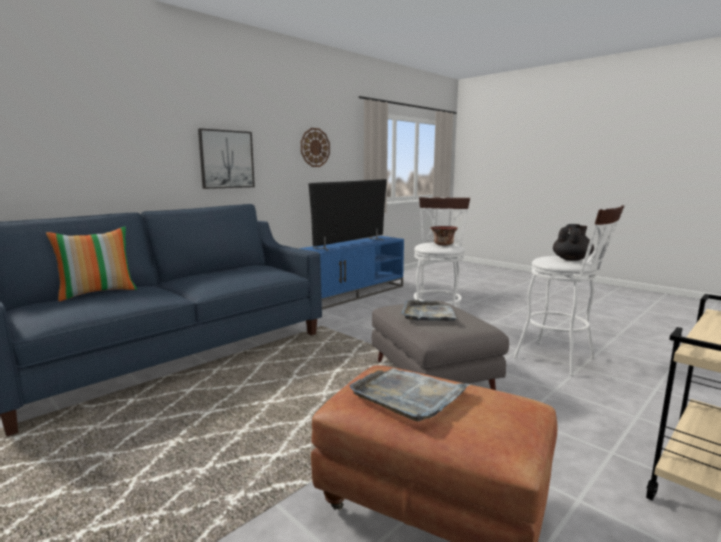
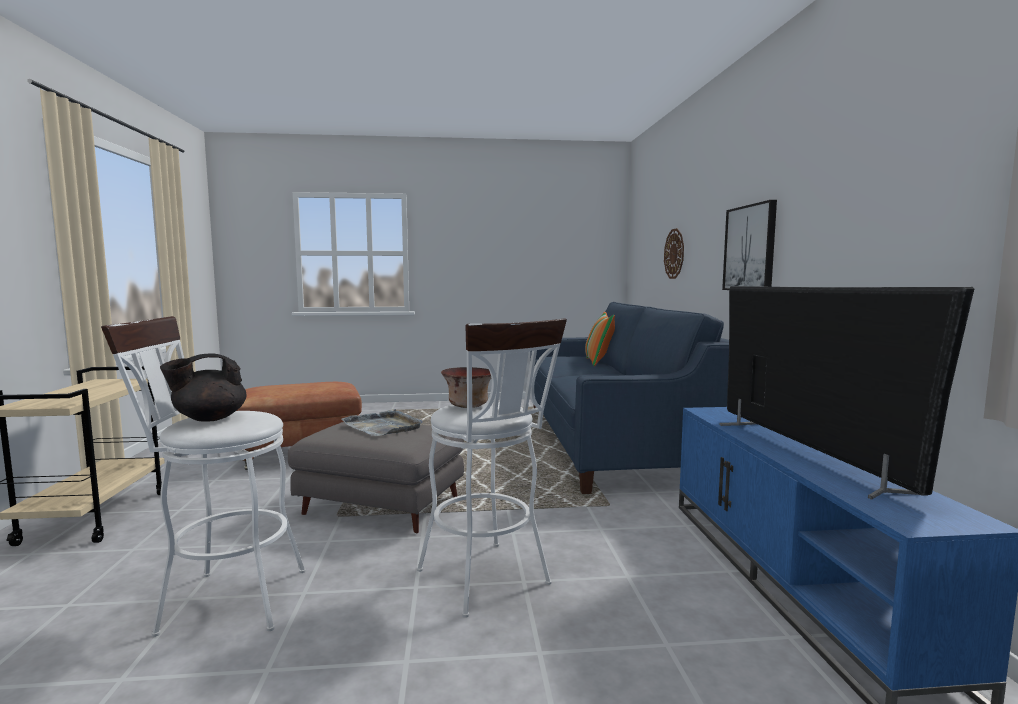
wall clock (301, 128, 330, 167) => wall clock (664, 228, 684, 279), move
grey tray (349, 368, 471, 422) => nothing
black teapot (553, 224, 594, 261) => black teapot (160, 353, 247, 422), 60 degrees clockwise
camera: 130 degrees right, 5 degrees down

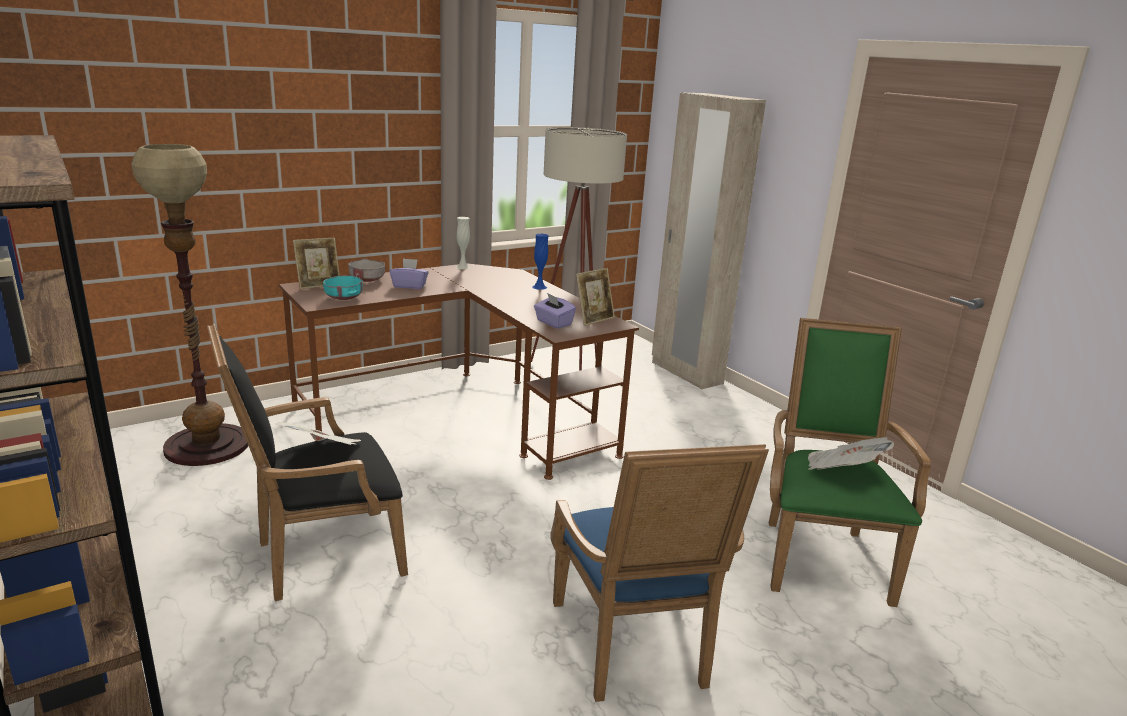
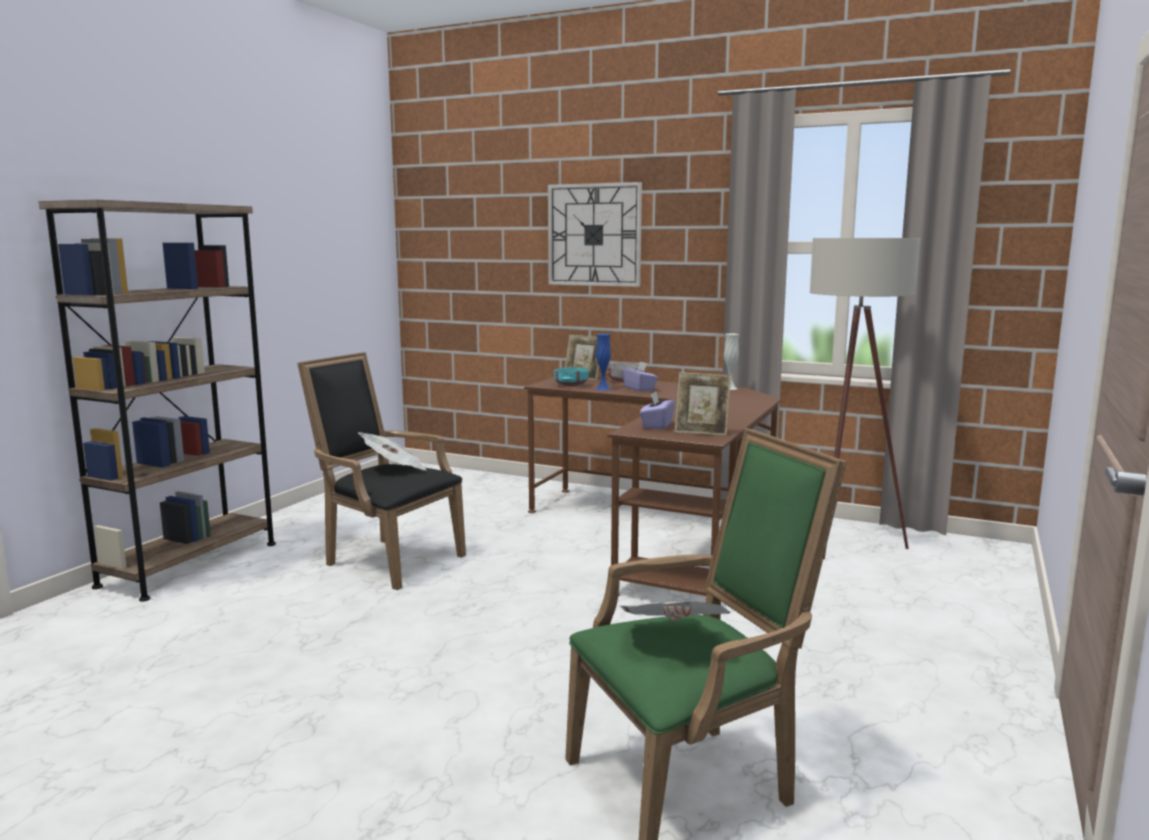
floor lamp (131, 144, 248, 466) => nothing
blue vase (532, 234, 549, 290) => blue vase (596, 334, 611, 390), move
blue armchair (550, 444, 769, 702) => nothing
beige wardrobe (652, 93, 766, 390) => nothing
nothing => wall clock (548, 182, 642, 287)
camera: 60 degrees right, 10 degrees down

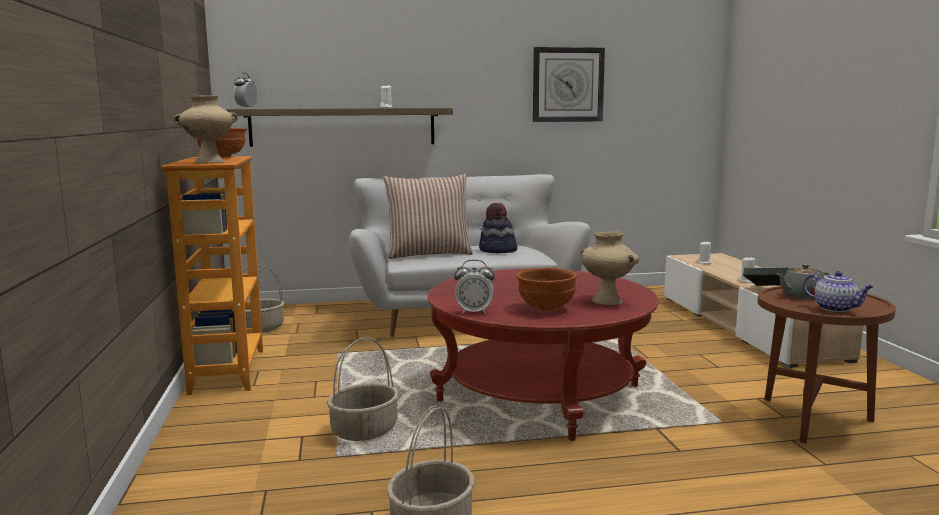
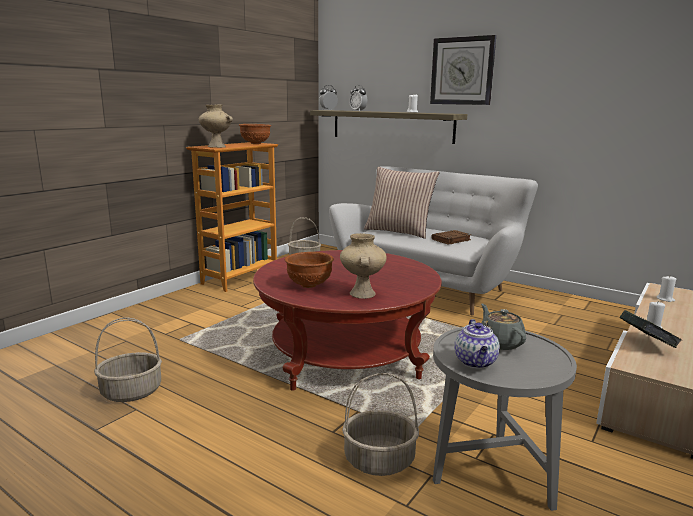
basket (327, 337, 399, 441) => basket (342, 373, 419, 476), move
alarm clock (454, 260, 495, 314) => alarm clock (349, 85, 367, 111), move
hat (479, 203, 518, 253) => brown book (431, 230, 471, 245)
wall clock (533, 47, 605, 122) => wall clock (430, 35, 496, 105), move
brown side table (757, 286, 896, 444) => grey side table (433, 327, 577, 511)
grey teapot (776, 264, 830, 299) => grey teapot (481, 304, 526, 350), 45 degrees clockwise
camera: 45 degrees right, 5 degrees up

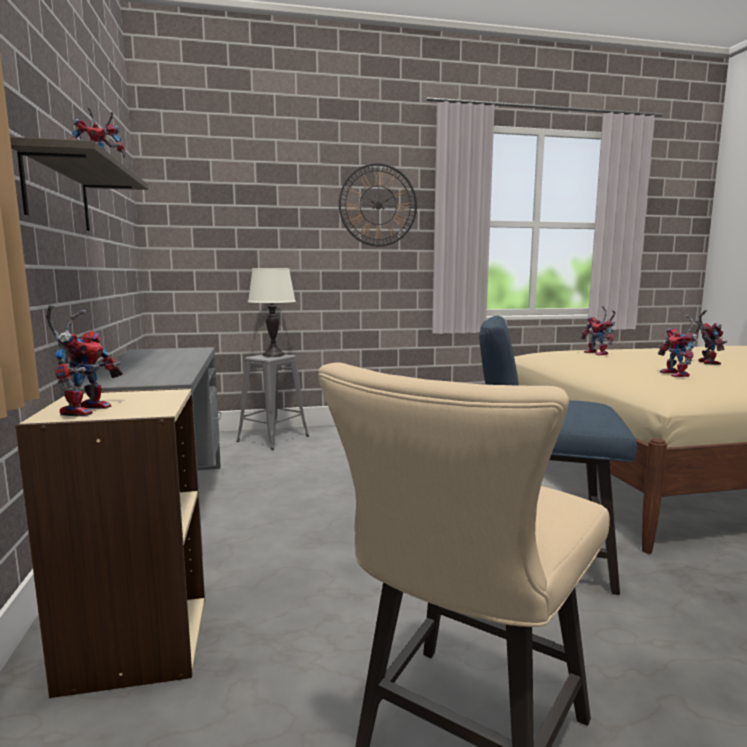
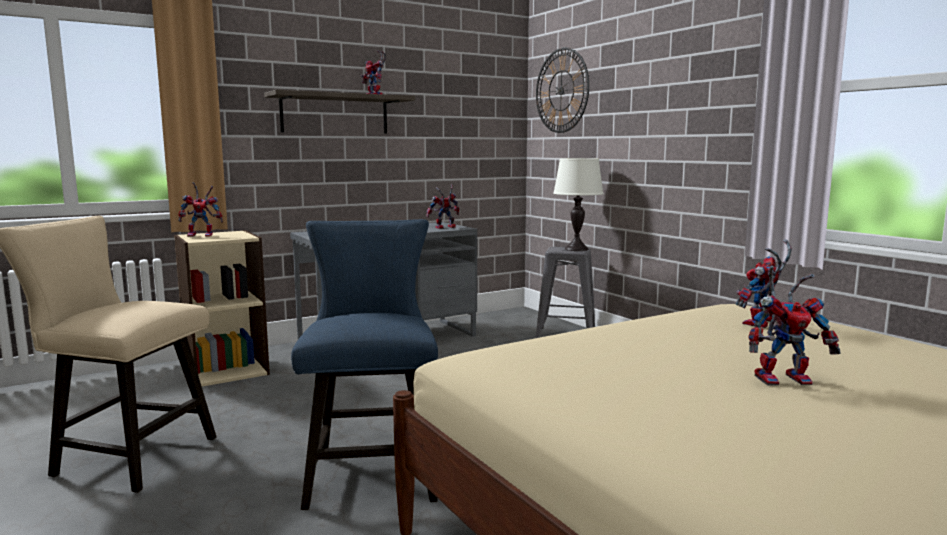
wall clock (339, 163, 417, 247) => wall clock (536, 47, 589, 133), move
toy robot (658, 315, 701, 377) => toy robot (426, 184, 459, 229), move
camera: 70 degrees right, 0 degrees up

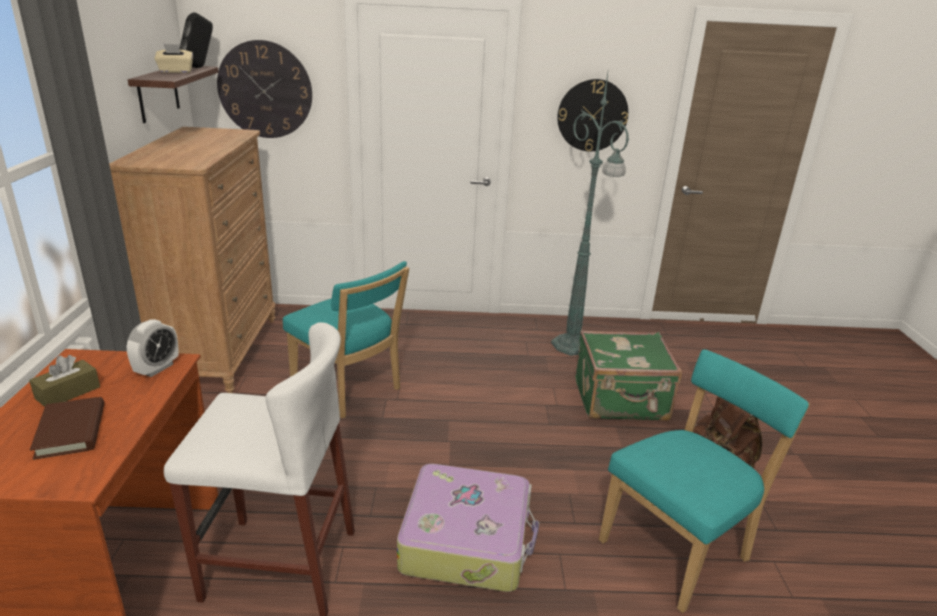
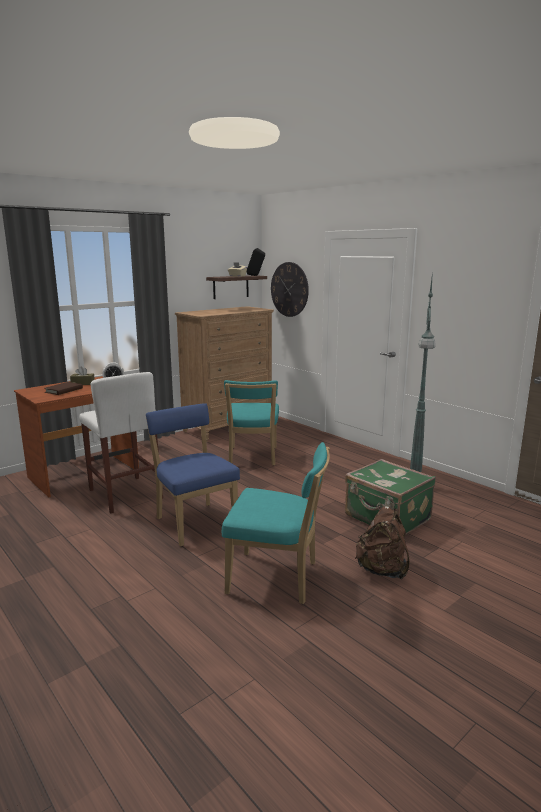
suitcase (397, 464, 539, 592) => blue chair (146, 403, 240, 546)
wall clock (557, 79, 628, 151) => nothing
camera: 50 degrees right, 10 degrees down

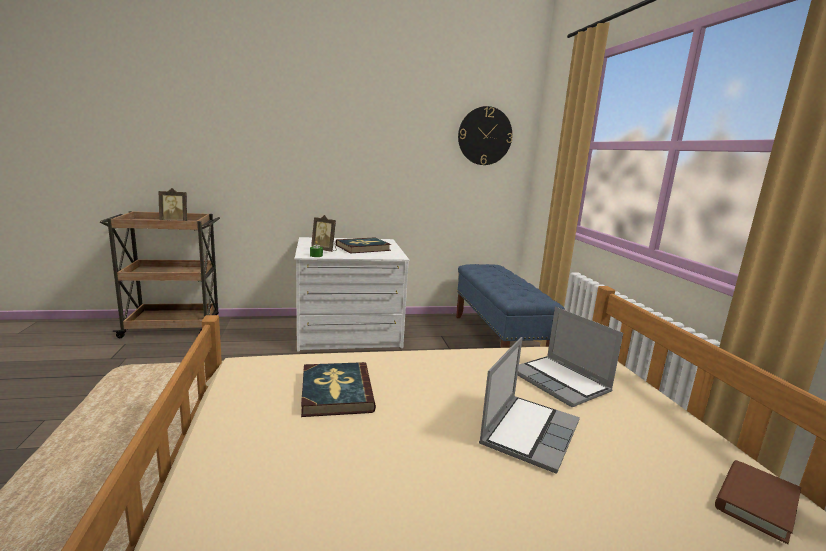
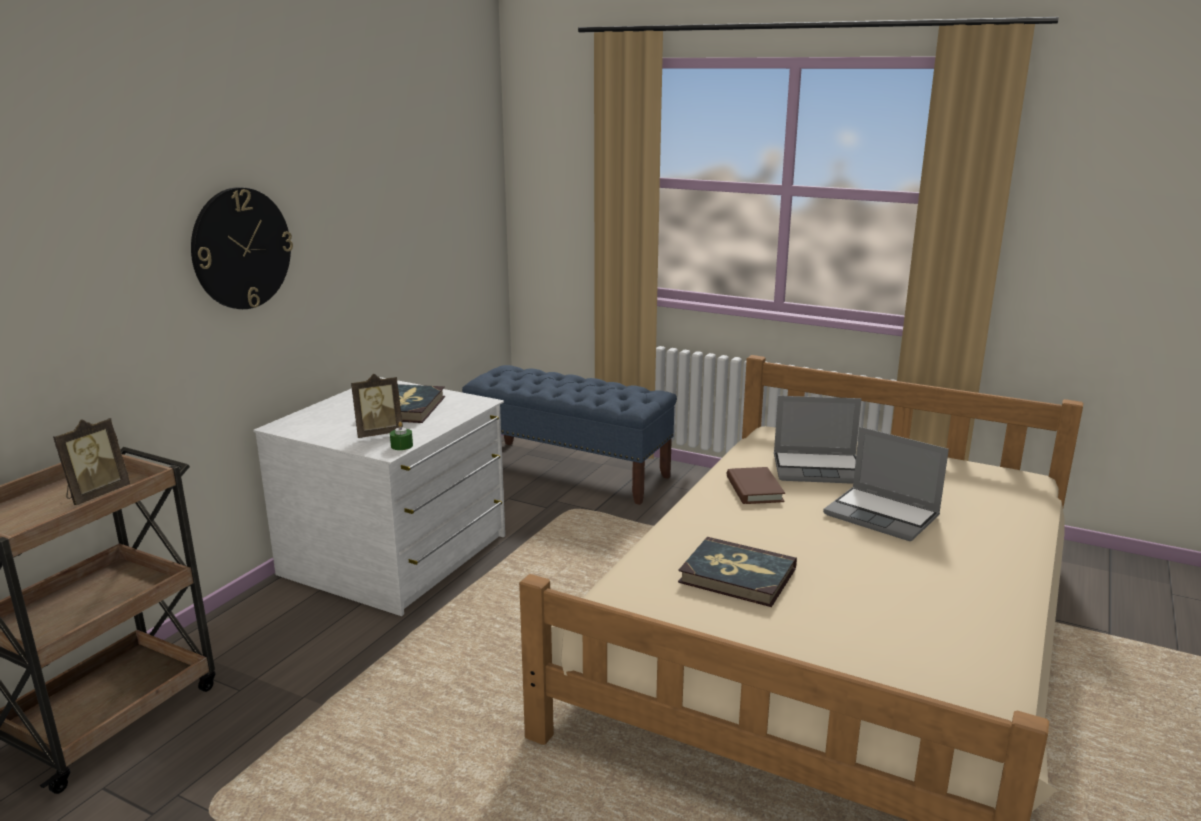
wall clock (458, 106, 513, 165) => wall clock (191, 187, 293, 309), move
laptop (479, 337, 580, 474) => laptop (823, 427, 949, 541), 150 degrees clockwise
brown book (715, 460, 801, 544) => brown book (727, 467, 785, 504), move
camera: 50 degrees left, 5 degrees up

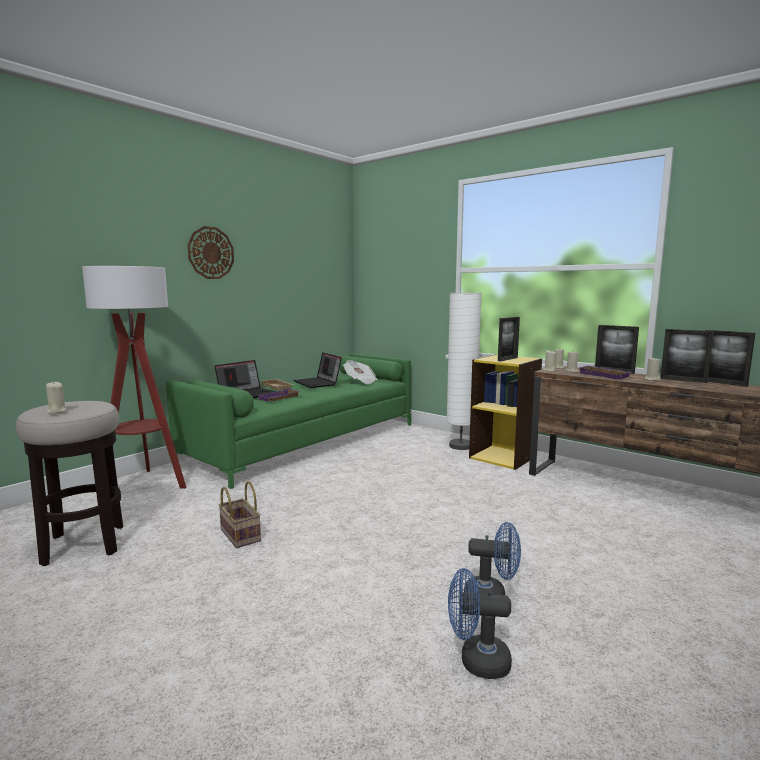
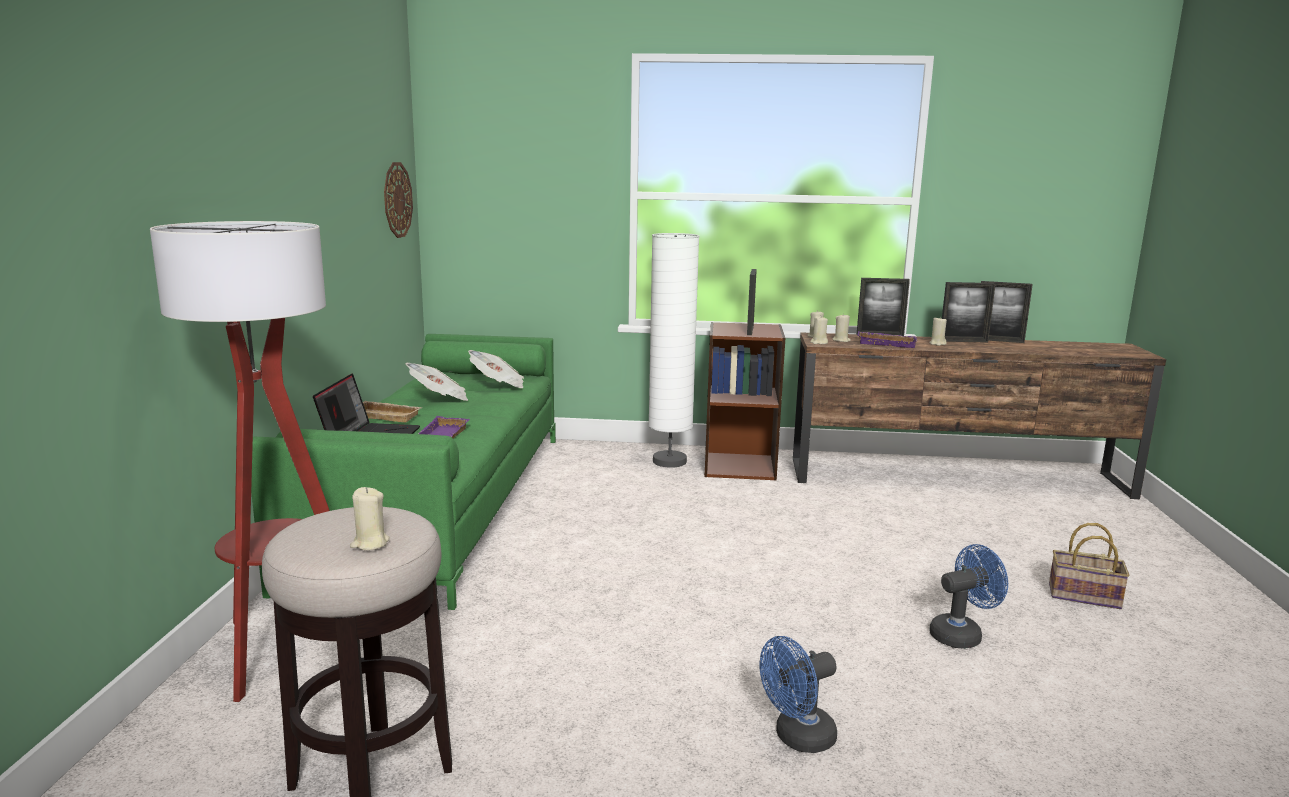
wall clock (187, 226, 234, 279) => wall clock (384, 162, 413, 238), move
basket (218, 481, 261, 548) => basket (1049, 523, 1130, 609), move
laptop (293, 352, 342, 388) => newspaper (405, 363, 468, 401)
blue fan (448, 568, 512, 679) => blue fan (760, 636, 837, 753), move
yellow bookcase (469, 354, 542, 470) => brown bookcase (704, 322, 785, 481)
camera: 35 degrees left, 5 degrees up

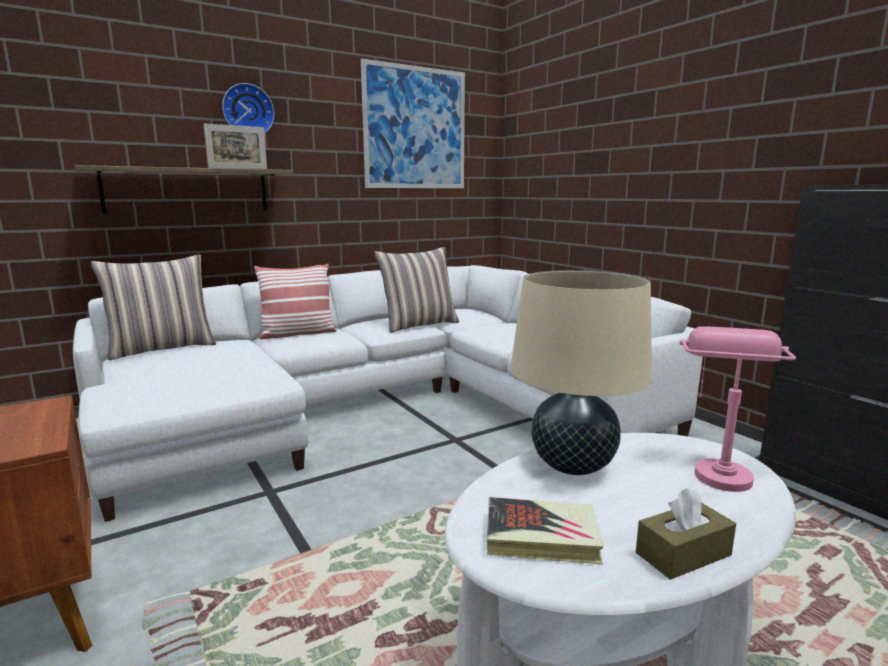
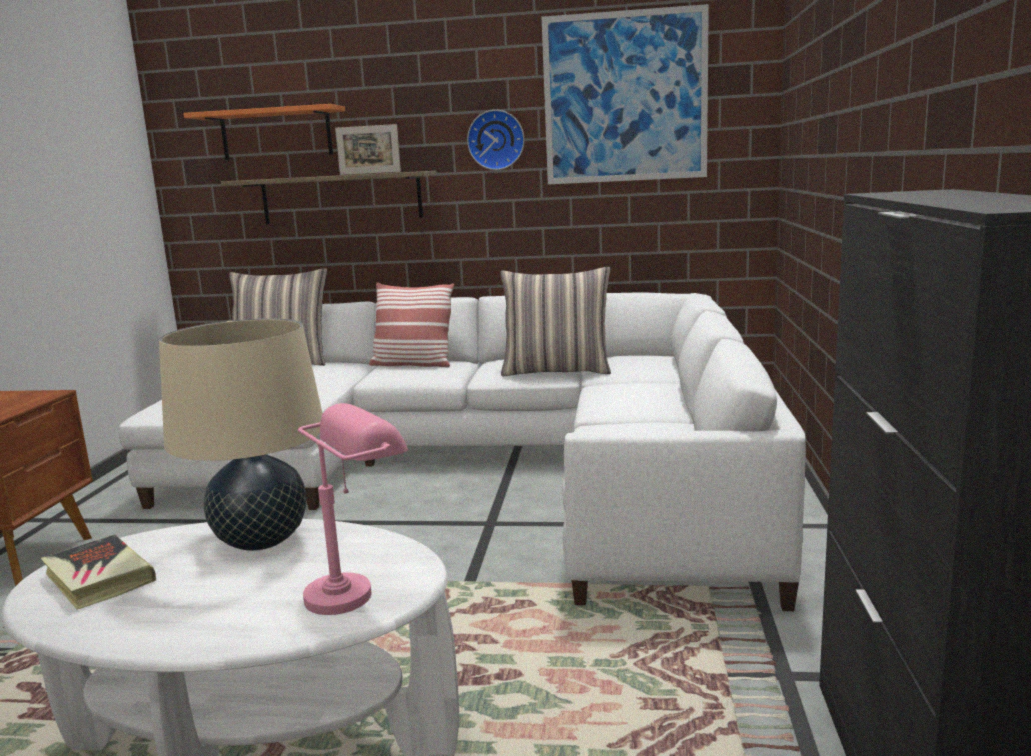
wall clock (222, 83, 274, 133) => wall clock (467, 110, 525, 170), move
brown tissue box (636, 487, 736, 580) => nothing
nothing => orange shelf (183, 104, 345, 160)
camera: 40 degrees right, 0 degrees up

